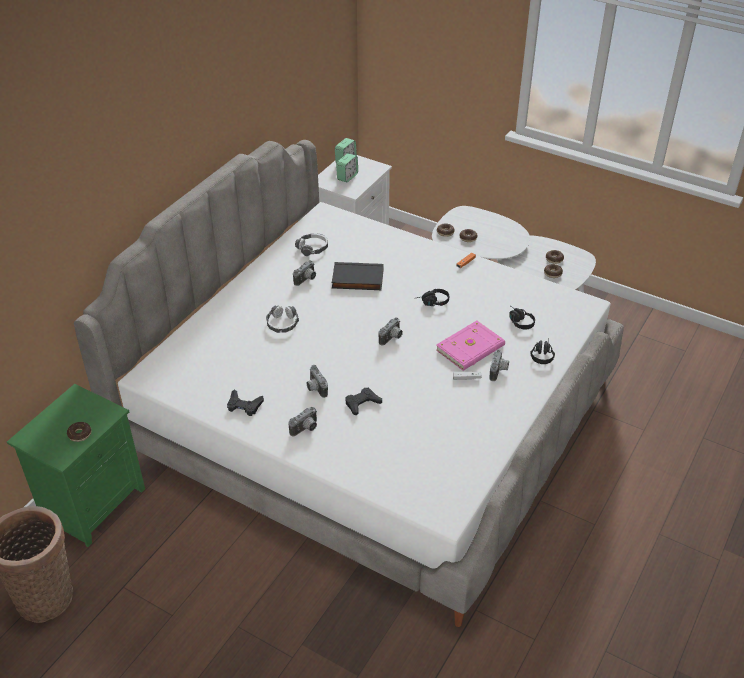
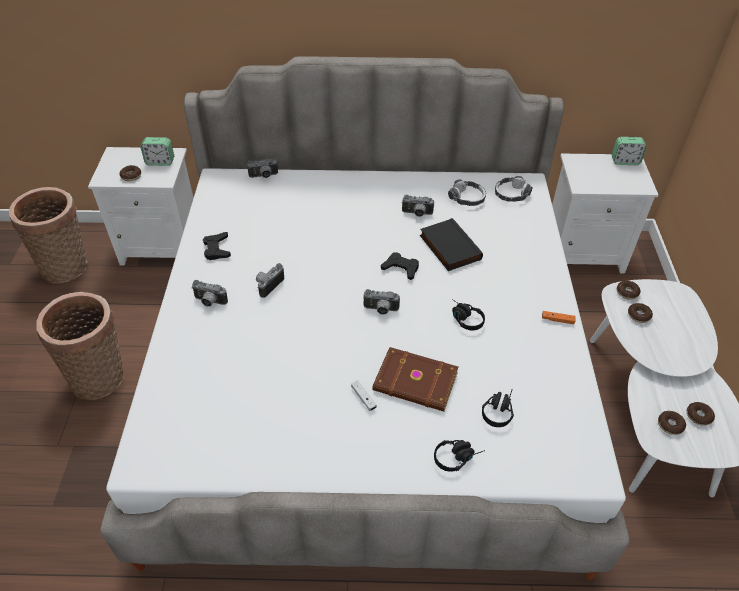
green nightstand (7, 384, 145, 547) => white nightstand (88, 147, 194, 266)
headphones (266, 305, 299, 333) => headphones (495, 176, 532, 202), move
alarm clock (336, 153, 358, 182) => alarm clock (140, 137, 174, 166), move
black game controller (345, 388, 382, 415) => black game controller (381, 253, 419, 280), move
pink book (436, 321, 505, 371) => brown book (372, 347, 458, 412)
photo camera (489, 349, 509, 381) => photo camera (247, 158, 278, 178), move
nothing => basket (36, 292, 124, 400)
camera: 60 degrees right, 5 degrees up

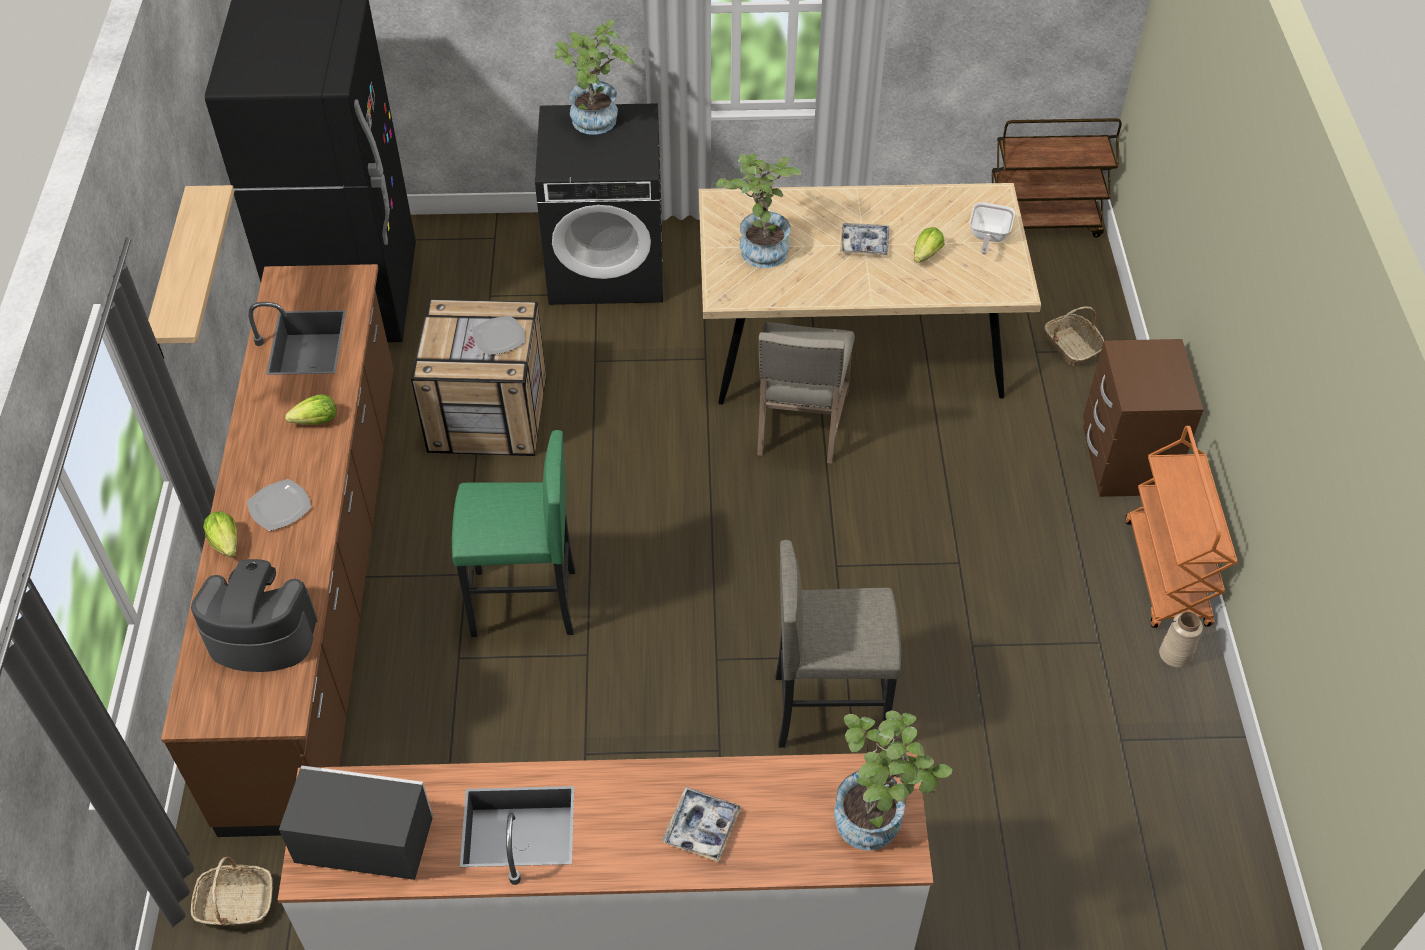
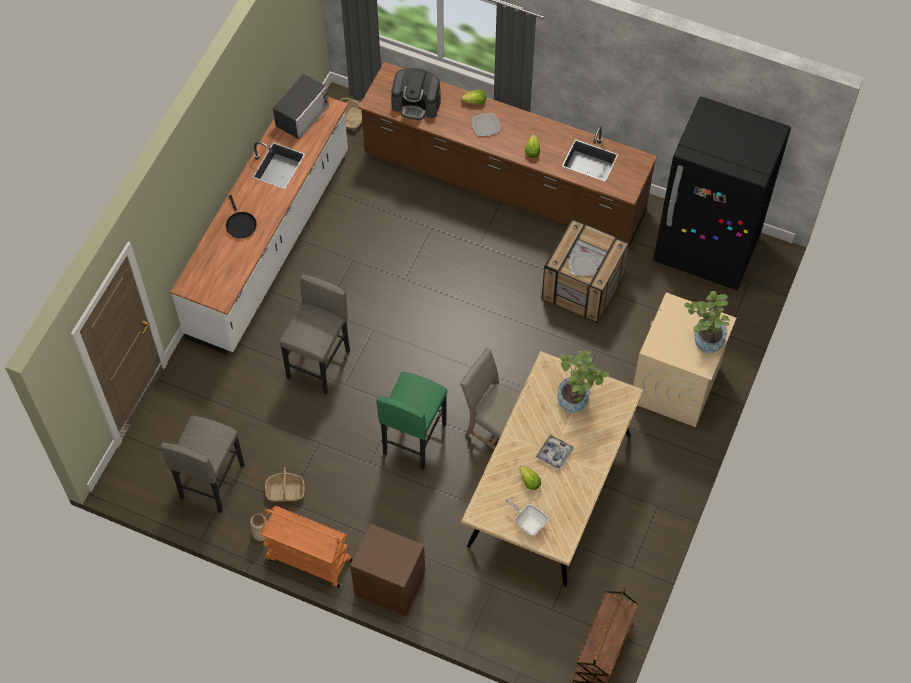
shelf (148, 185, 234, 359) => nothing
coffee machine (191, 559, 317, 672) => coffee machine (391, 68, 441, 120), 75 degrees clockwise
green stool (452, 430, 575, 637) => green stool (376, 372, 447, 470), move
black washing machine (535, 103, 663, 305) => beige washing machine (633, 293, 736, 427)
tray (663, 787, 742, 862) => black frying pan (226, 195, 257, 238)
potted plant (834, 711, 953, 851) => nothing
basket (1044, 306, 1104, 366) => basket (265, 467, 305, 502), move
nothing => grey stool (160, 415, 245, 513)
camera: 115 degrees right, 10 degrees up

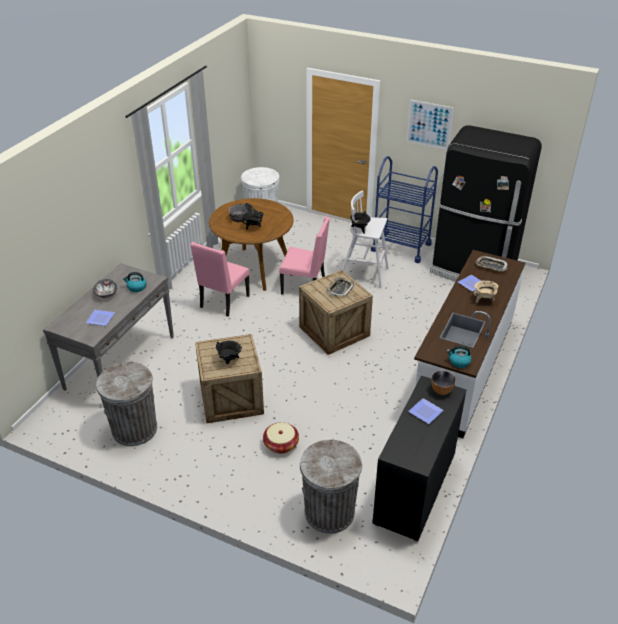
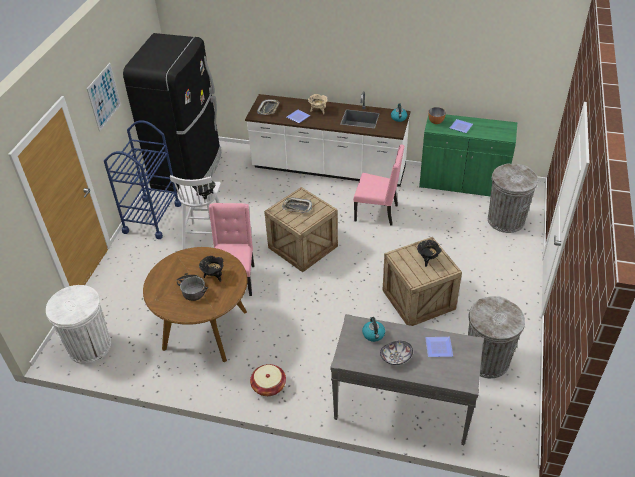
pink chair (191, 242, 250, 317) => pink chair (353, 145, 405, 226), move
basket (263, 422, 299, 454) => basket (250, 364, 286, 396), move
black cabinet (372, 376, 467, 542) => green cabinet (419, 114, 517, 197)
camera: 100 degrees left, 5 degrees up

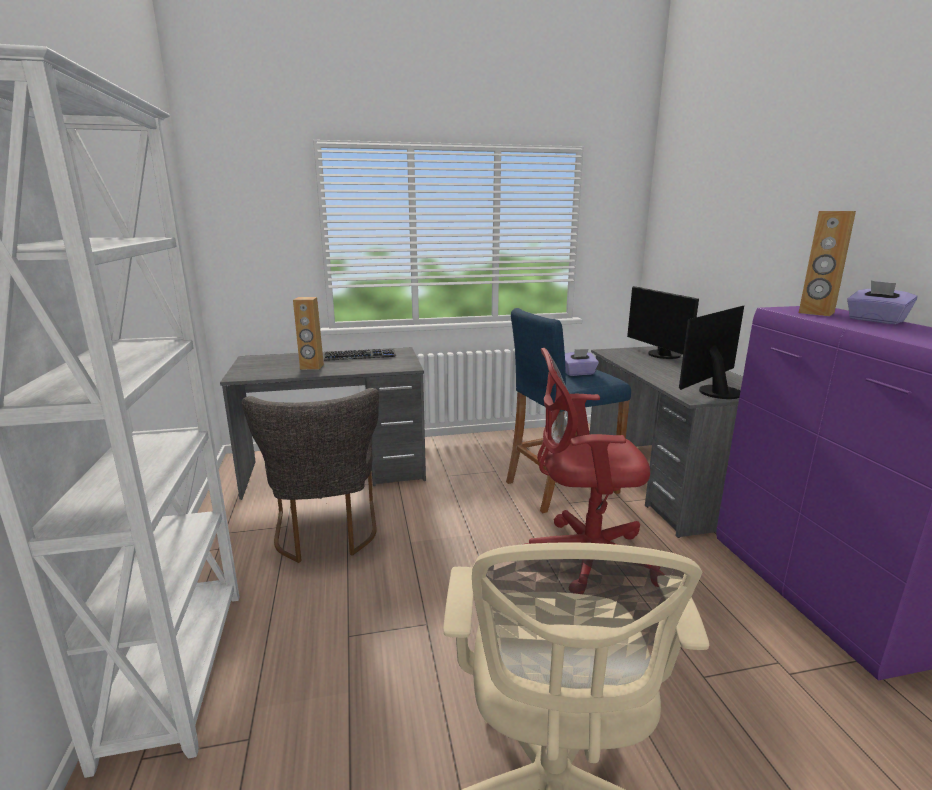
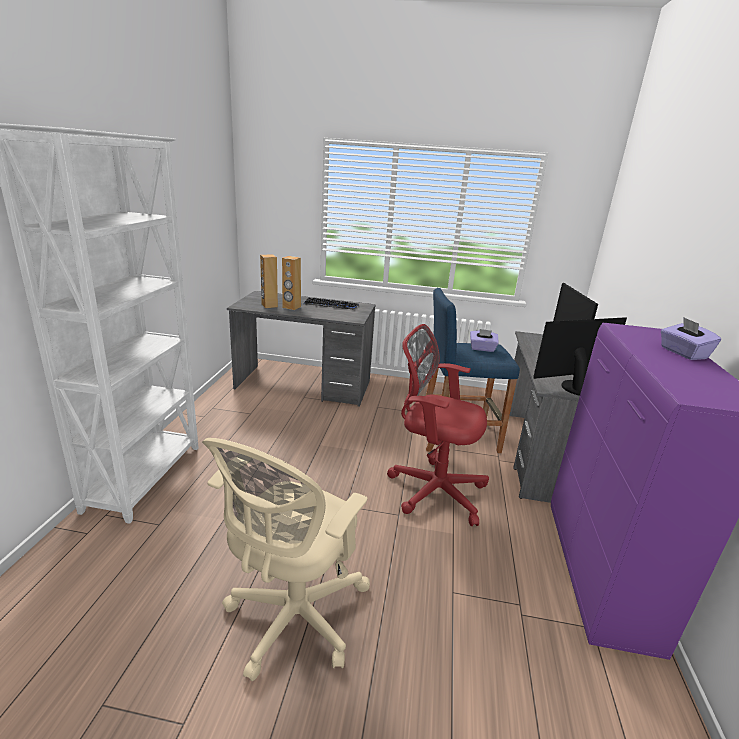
grey chair (241, 388, 379, 563) => nothing
brown speaker (799, 211, 856, 316) => brown speaker (260, 255, 278, 308), move
camera: 20 degrees right, 5 degrees up

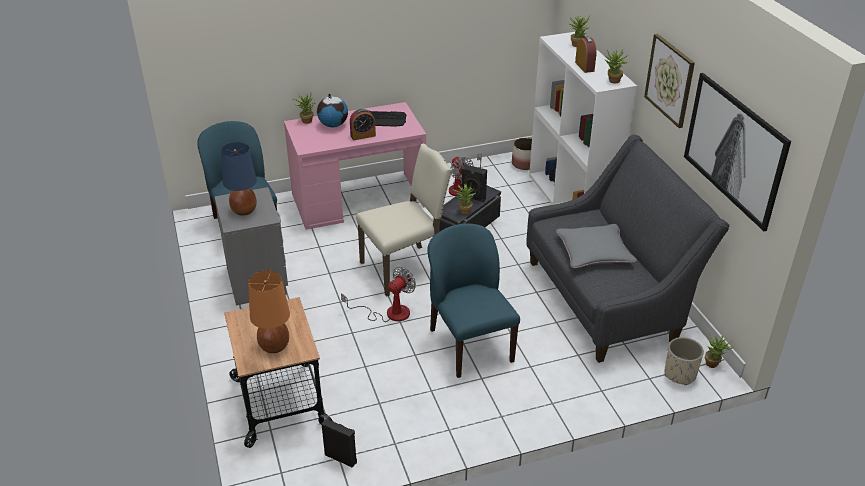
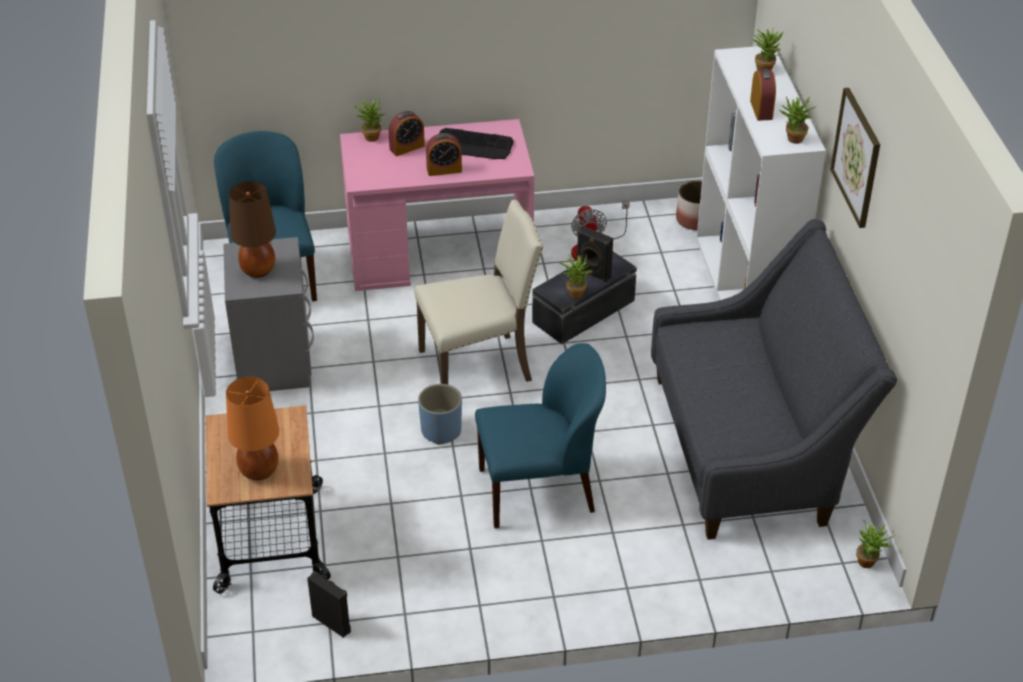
blue table lamp (221, 142, 257, 215) => brown table lamp (229, 181, 276, 278)
globe (317, 93, 348, 127) => alarm clock (388, 111, 425, 156)
fan (341, 267, 416, 322) => blue planter (418, 384, 462, 445)
blue chair (427, 223, 520, 378) => blue chair (475, 343, 606, 529), 90 degrees clockwise
grey pillow (556, 224, 637, 268) => nothing
beige planter (665, 337, 704, 385) => nothing
picture (684, 73, 791, 231) => nothing
camera: 10 degrees right, 5 degrees up

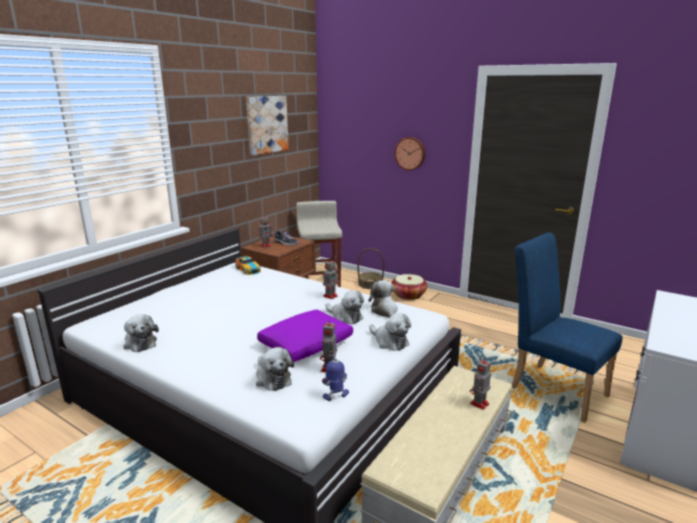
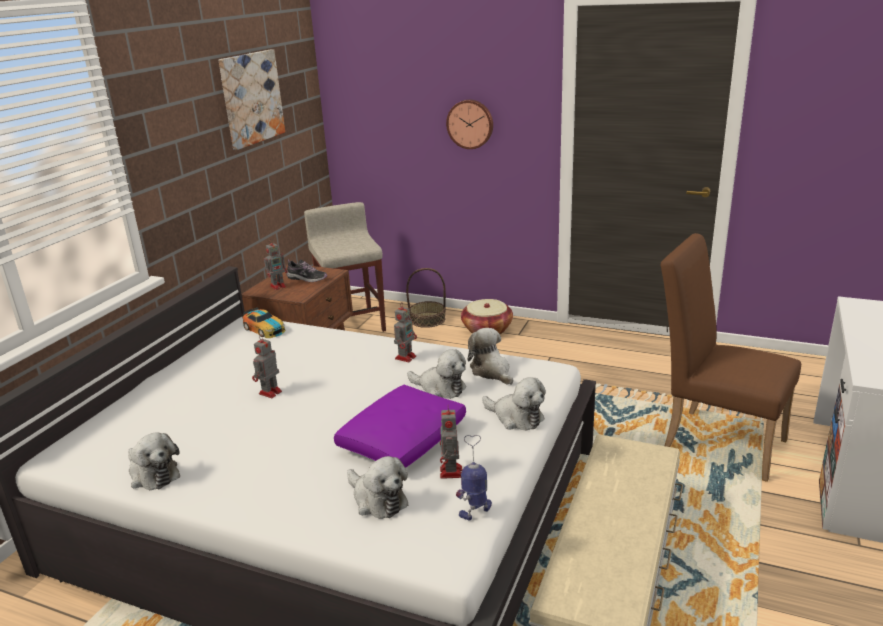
toy robot (470, 357, 491, 410) => toy robot (252, 335, 282, 398), move
blue chair (512, 232, 623, 423) => brown chair (661, 233, 801, 482)
camera: 10 degrees left, 5 degrees up

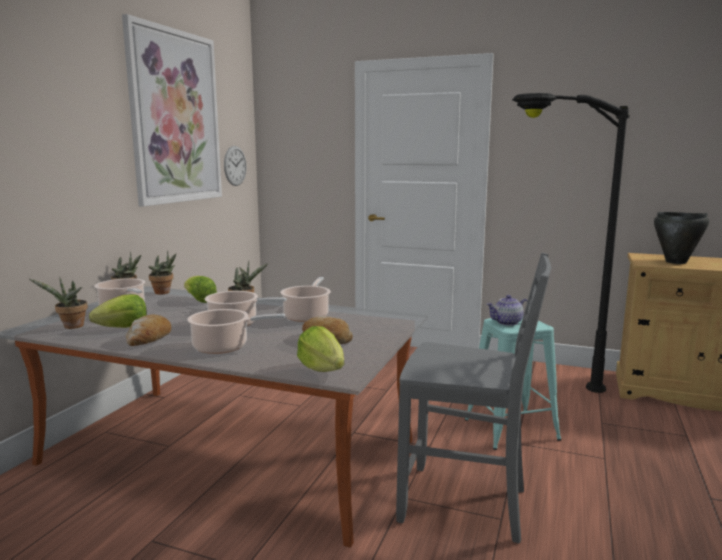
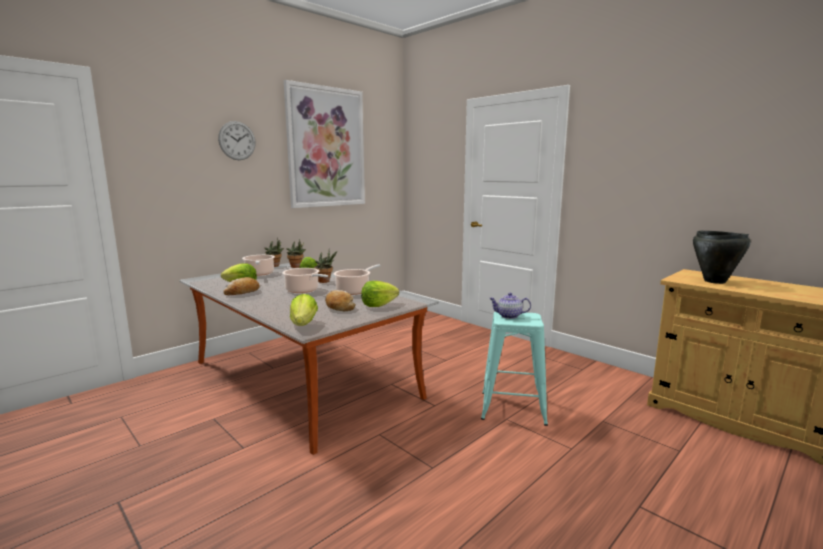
potted plant (30, 277, 88, 329) => nothing
cooking pot (187, 309, 285, 354) => nothing
wall clock (224, 146, 247, 186) => wall clock (218, 121, 256, 160), move
grey chair (396, 253, 551, 544) => nothing
black floor lamp (512, 93, 630, 393) => nothing
nothing => lettuce (361, 281, 399, 307)
camera: 25 degrees right, 0 degrees up

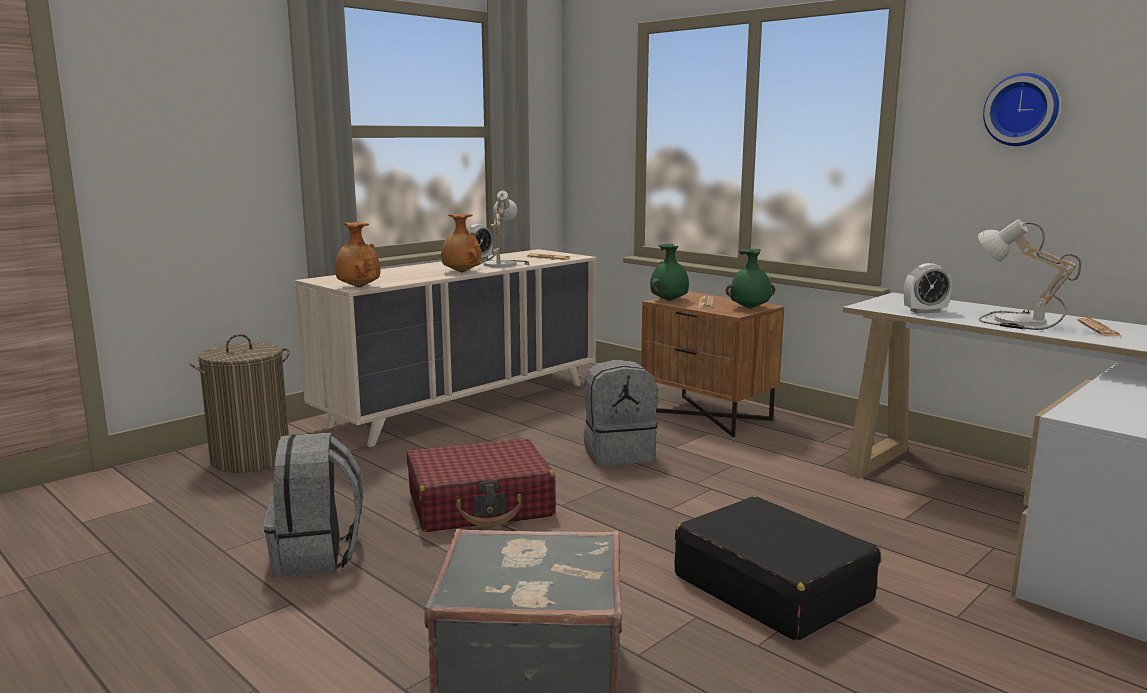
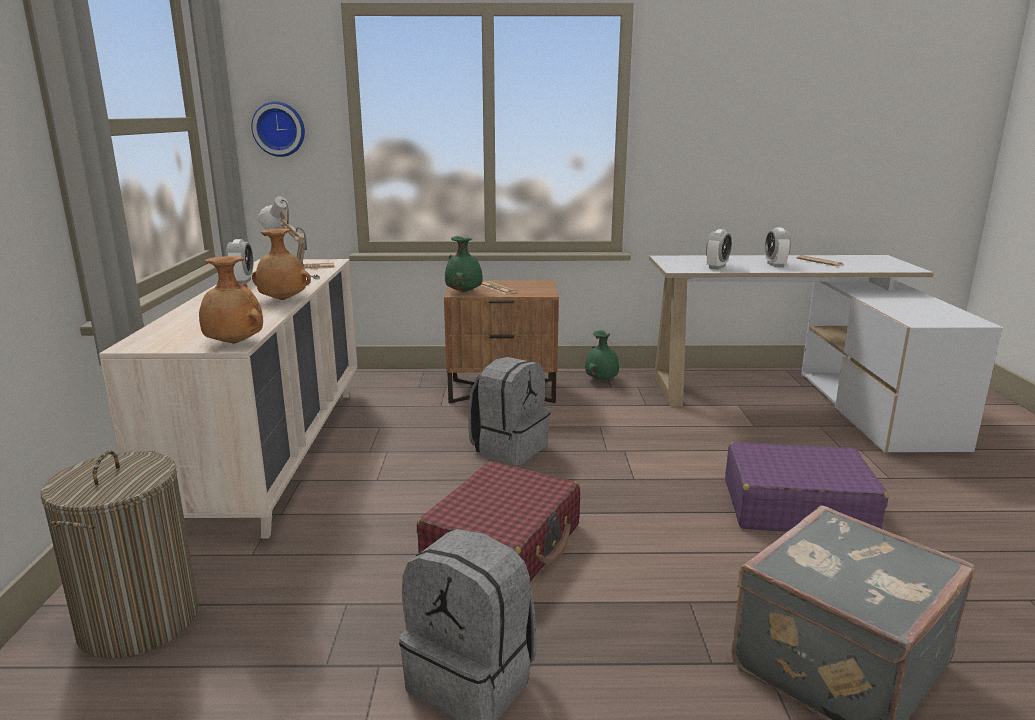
black suitcase (674, 496, 881, 641) => purple suitcase (725, 442, 888, 532)
green vase (726, 249, 775, 309) => green vase (585, 330, 619, 380), move
table lamp (978, 219, 1081, 330) => alarm clock (765, 228, 791, 267)
wall clock (983, 73, 1059, 146) => wall clock (251, 101, 305, 157), move
camera: 45 degrees left, 5 degrees up

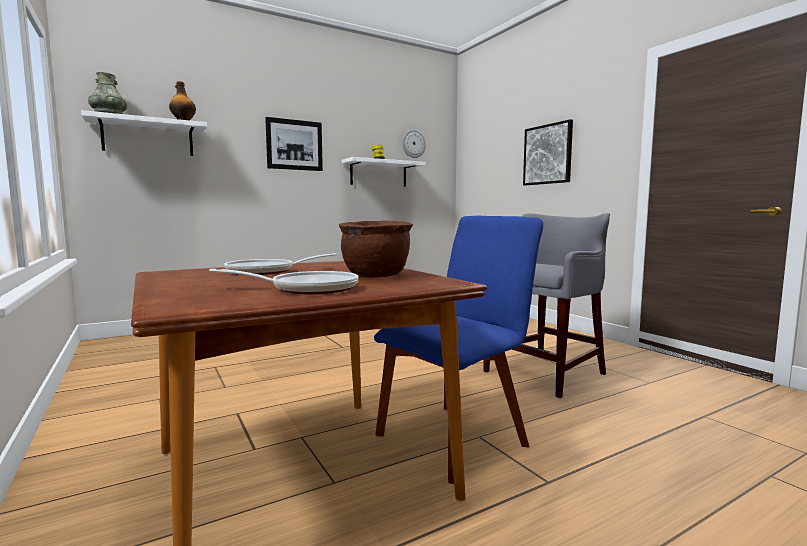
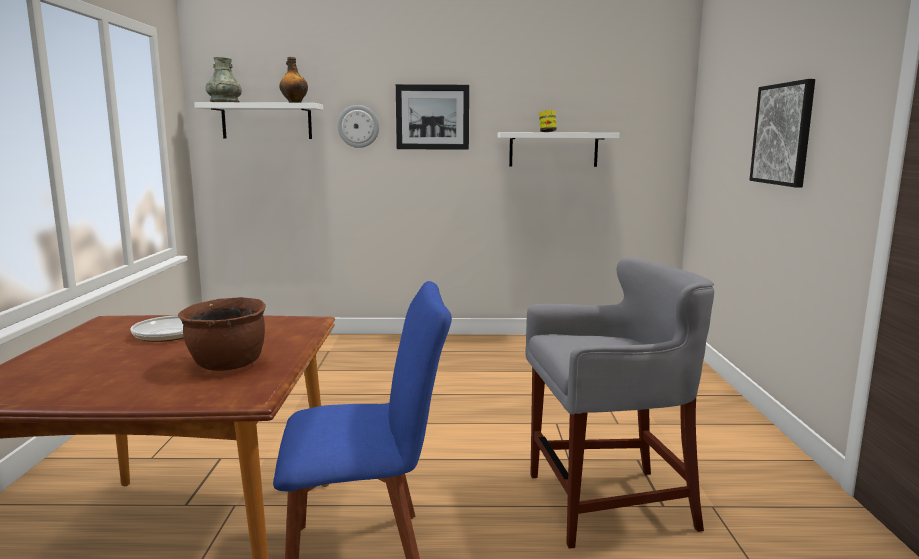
frying pan (209, 269, 358, 294) => nothing
wall clock (402, 129, 426, 158) => wall clock (337, 105, 379, 148), move
camera: 30 degrees right, 5 degrees up

